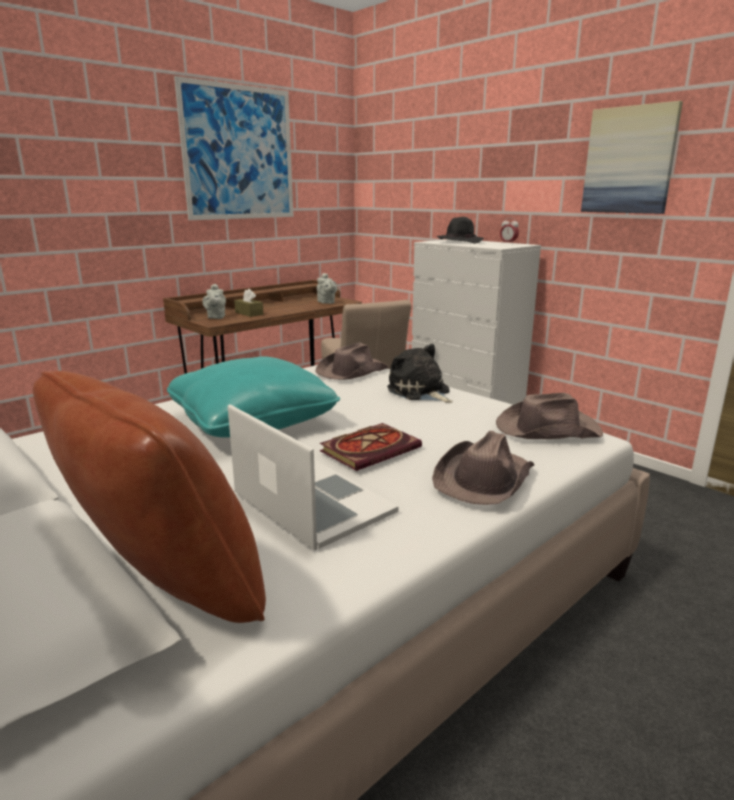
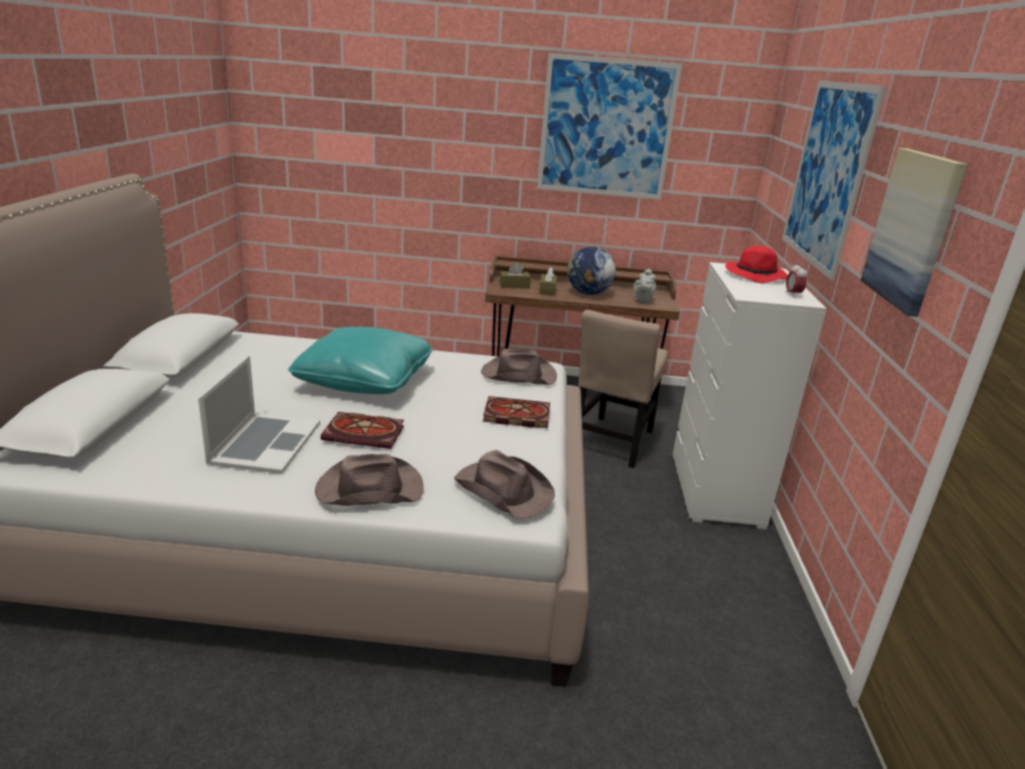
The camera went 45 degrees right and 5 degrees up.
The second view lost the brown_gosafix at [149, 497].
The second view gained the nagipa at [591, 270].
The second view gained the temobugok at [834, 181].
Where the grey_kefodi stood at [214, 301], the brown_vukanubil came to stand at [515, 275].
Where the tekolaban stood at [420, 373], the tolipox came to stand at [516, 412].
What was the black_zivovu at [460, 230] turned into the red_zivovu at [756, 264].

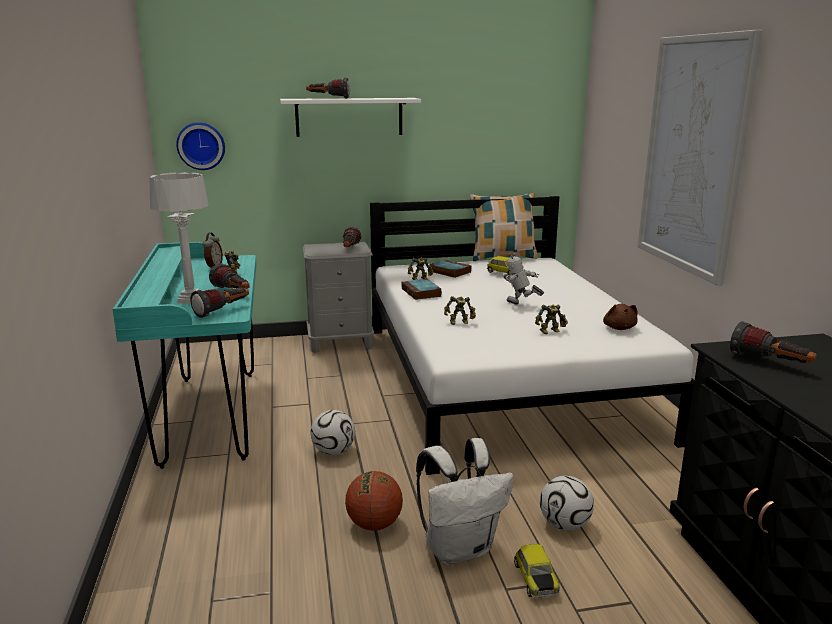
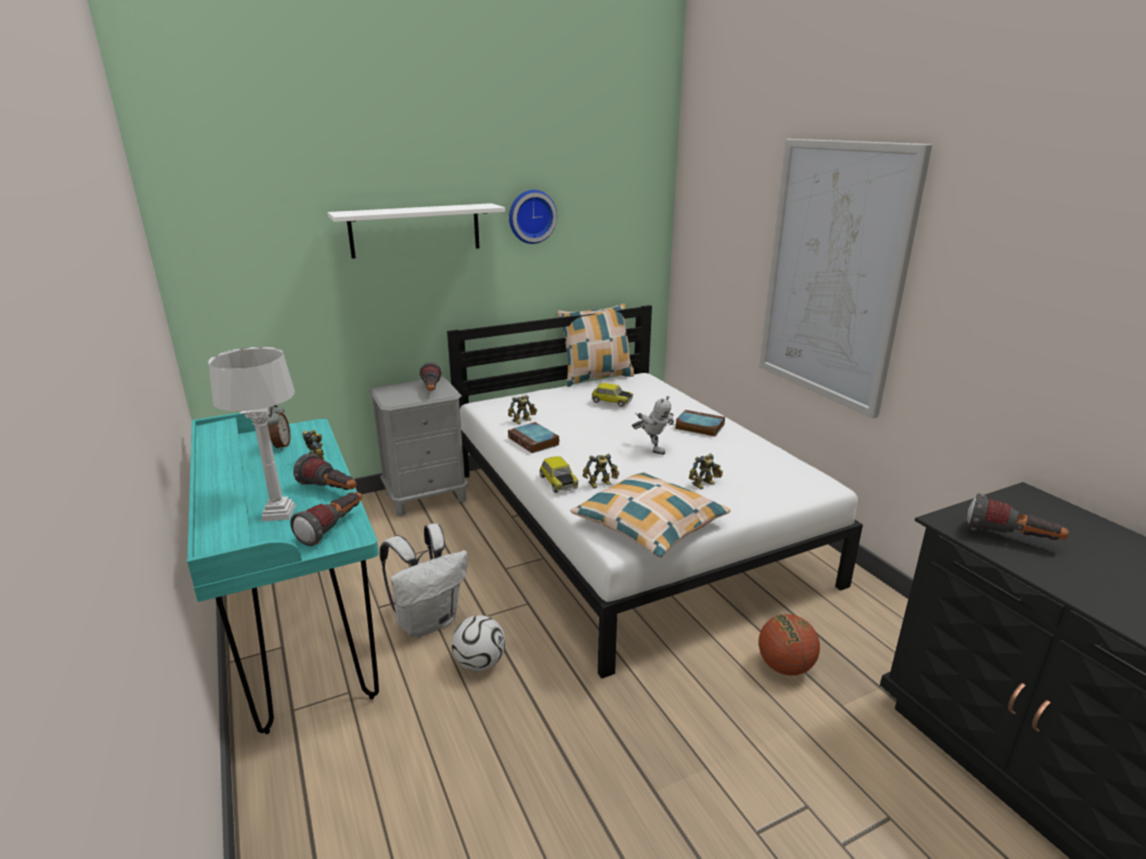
The camera went 15 degrees left and 5 degrees up.
The second view lost the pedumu at [328, 88].
The second view lost the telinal at [567, 503].
The second view lost the brown_tekolaban at [620, 317].
The second view gained the gosafix at [650, 515].
The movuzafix ended up elsewhere, having gone from [200, 146] to [533, 217].
The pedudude ended up elsewhere, having gone from [374, 501] to [789, 645].
The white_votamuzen ended up elsewhere, having gone from [465, 501] to [424, 580].
The tolipox ended up elsewhere, having gone from [450, 269] to [700, 423].
The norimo ended up elsewhere, having gone from [537, 571] to [558, 474].
The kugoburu at [523, 279] ended up facing another way, 150 degrees counterclockwise from before.

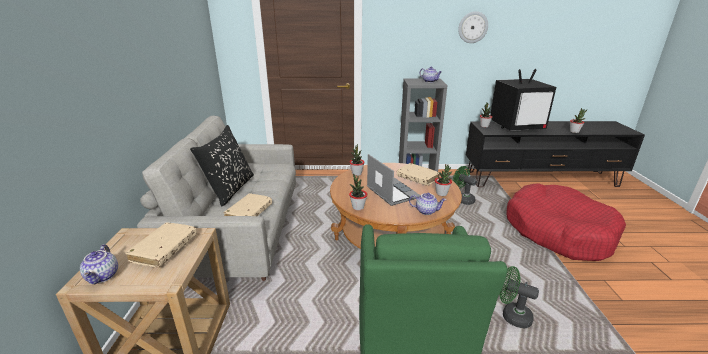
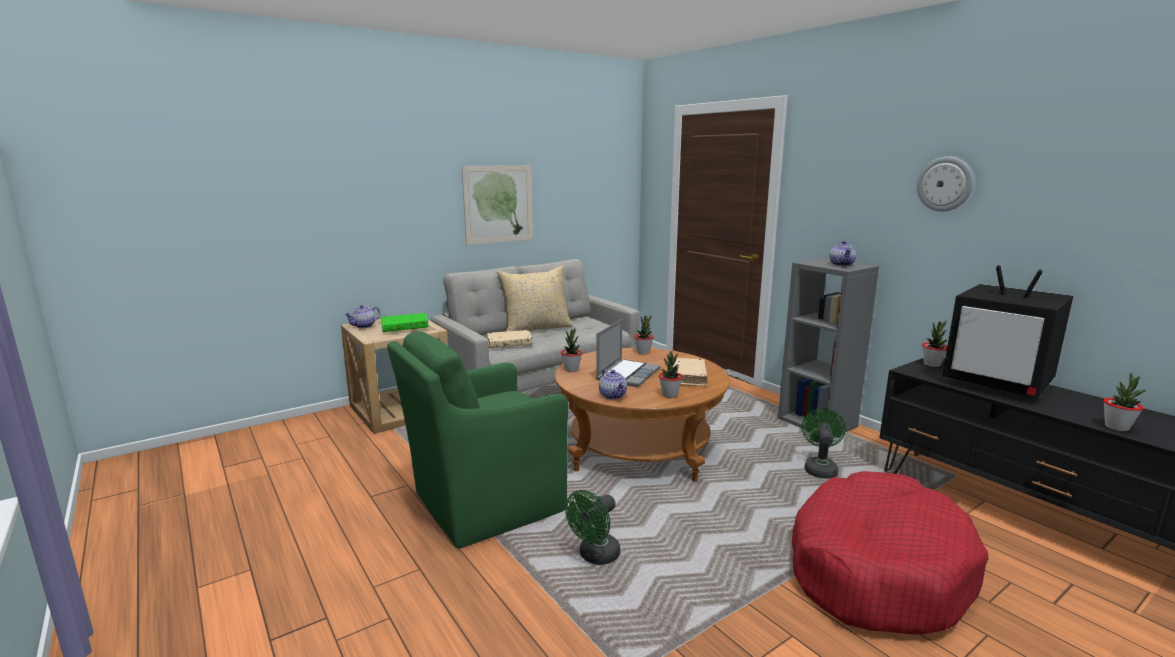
The camera went 55 degrees right and 10 degrees down.
The second view gained the temobugok at [497, 205].
What was the beige_tolipox at [161, 244] turned into the green_tolipox at [405, 322].
What was the black_gosafix at [222, 165] turned into the beige_gosafix at [535, 298].
The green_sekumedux at [519, 297] ended up facing another way, 135 degrees counterclockwise from before.

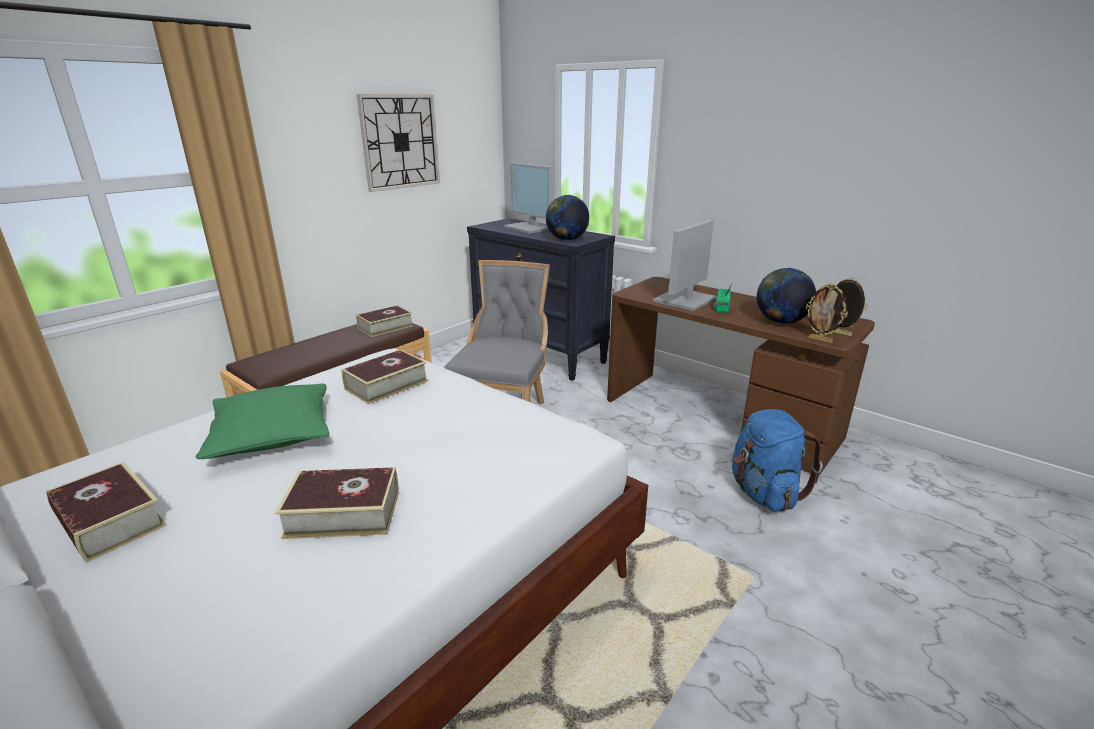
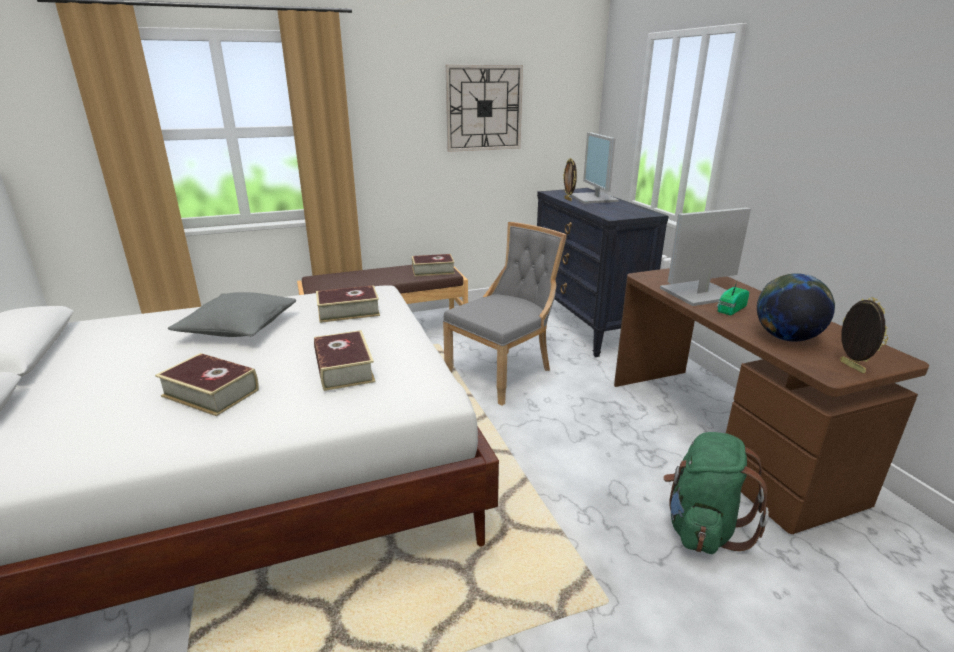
The camera went 30 degrees right and 0 degrees up.
The second view lost the nagipa at [567, 218].
The tolipox ended up elsewhere, having gone from [106, 512] to [345, 360].
The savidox ended up elsewhere, having gone from [827, 313] to [570, 179].
What was the green_gosafix at [262, 421] turned into the grey_gosafix at [232, 314].
What was the blue_votamuzen at [777, 460] turned into the green_votamuzen at [716, 493].

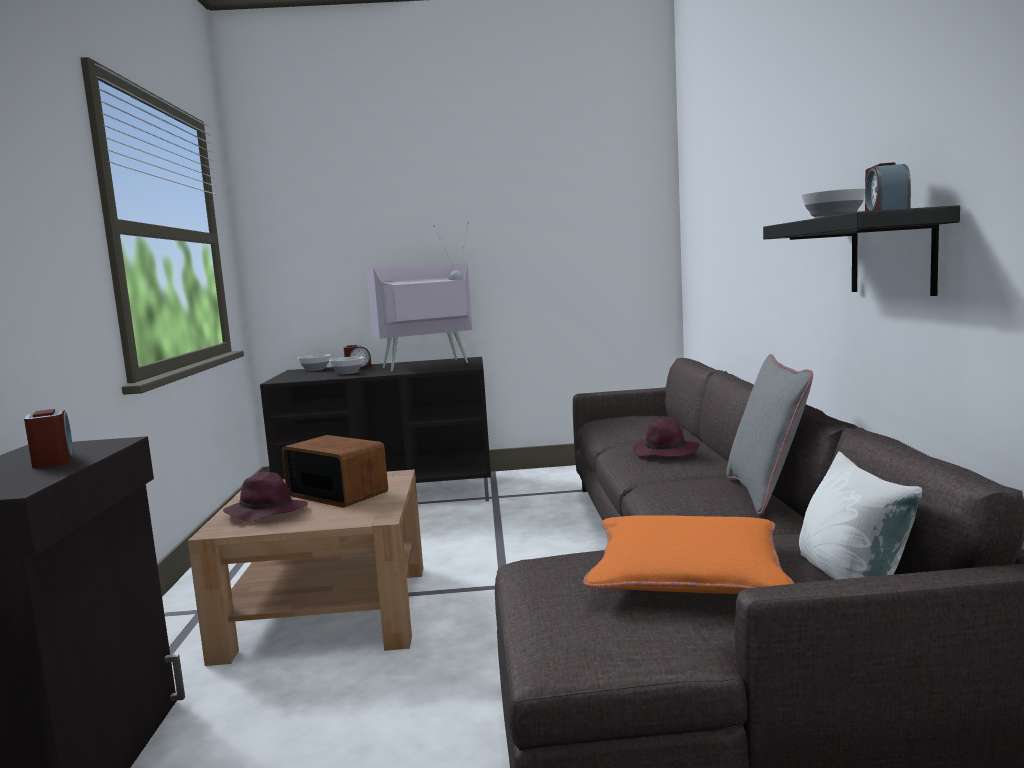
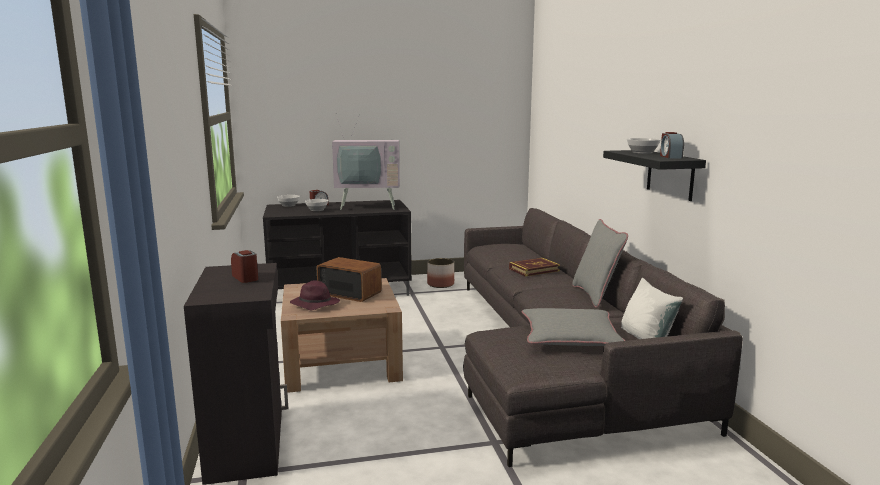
The camera went 10 degrees left and 5 degrees up.
The second view gained the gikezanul at [440, 273].
Where the purple_zivovu stood at [666, 437], the tolipox came to stand at [534, 267].
What was the orange_gosafix at [689, 554] turned into the grey_gosafix at [573, 327].
The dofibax at [419, 296] ended up facing another way, 150 degrees counterclockwise from before.

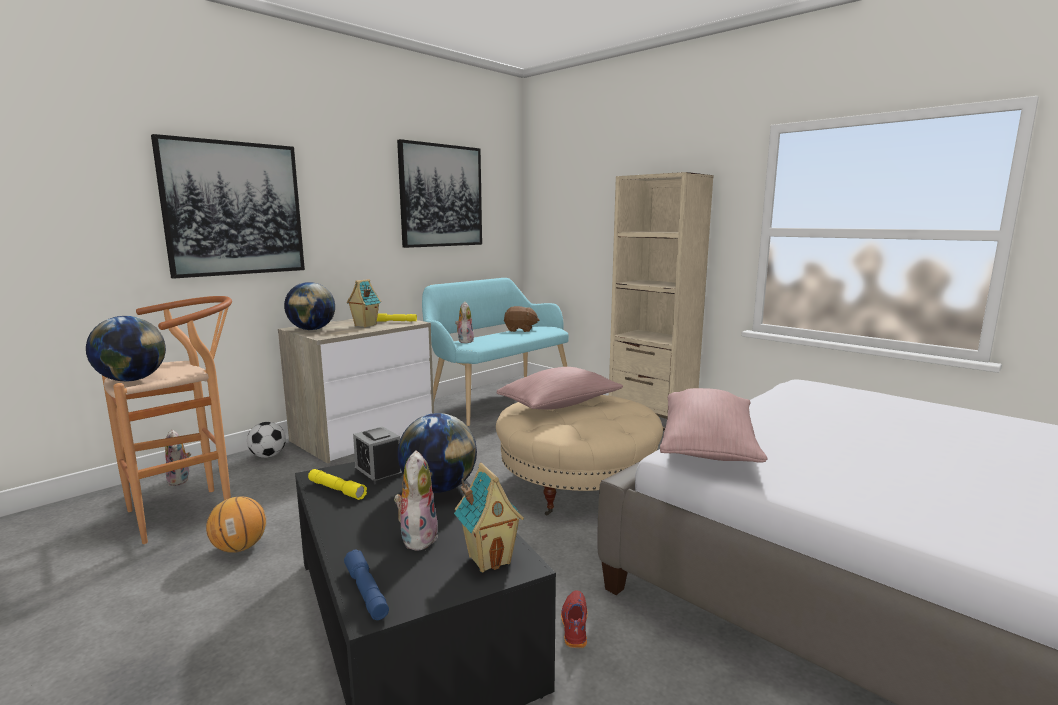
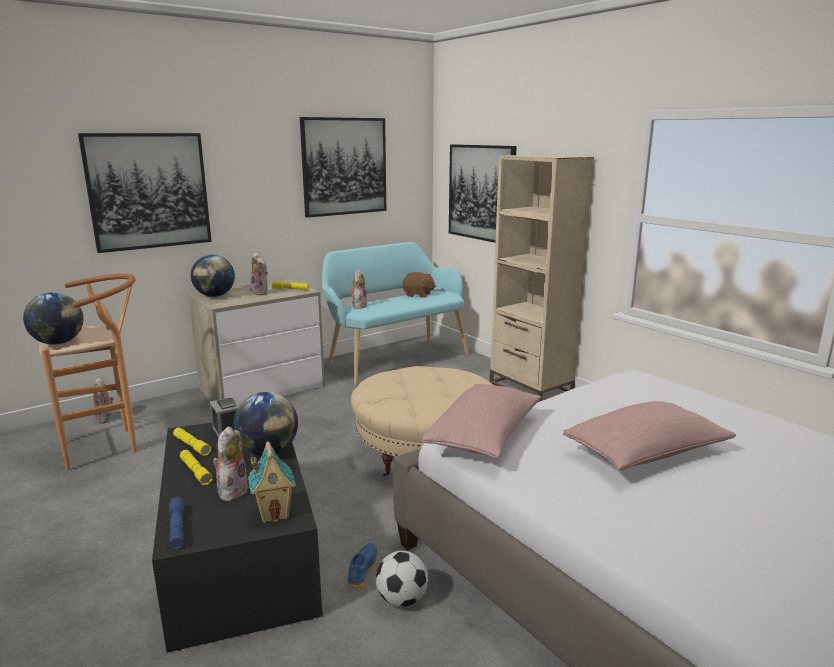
The camera went 10 degrees right and 5 degrees up.
The second view lost the pedudude at [236, 524].
The second view gained the yellow_pedumu at [196, 468].
The second view gained the temobugok at [483, 193].
The telinal ended up elsewhere, having gone from [266, 440] to [402, 579].
The pink_gosafix ended up elsewhere, having gone from [560, 388] to [649, 436].
Where the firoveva stood at [364, 303], the tekolaban came to stand at [259, 273].
What was the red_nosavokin at [574, 619] turned into the blue_nosavokin at [362, 565].

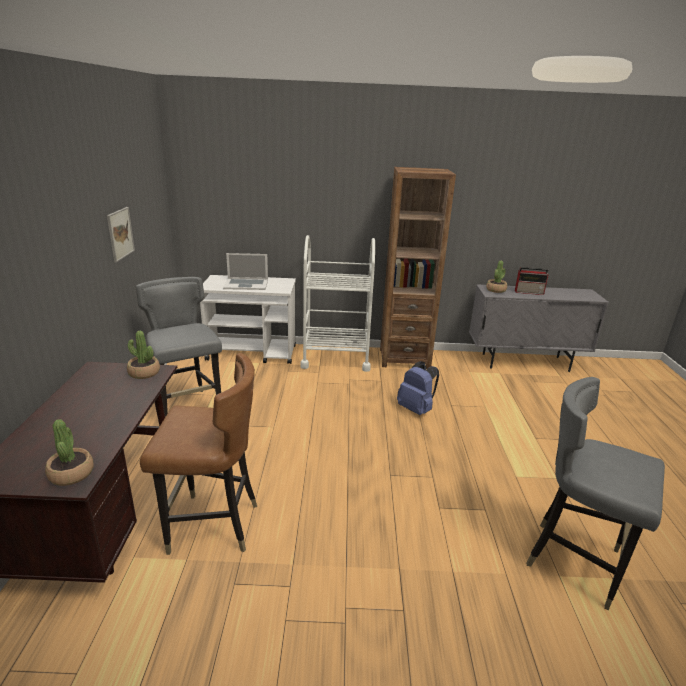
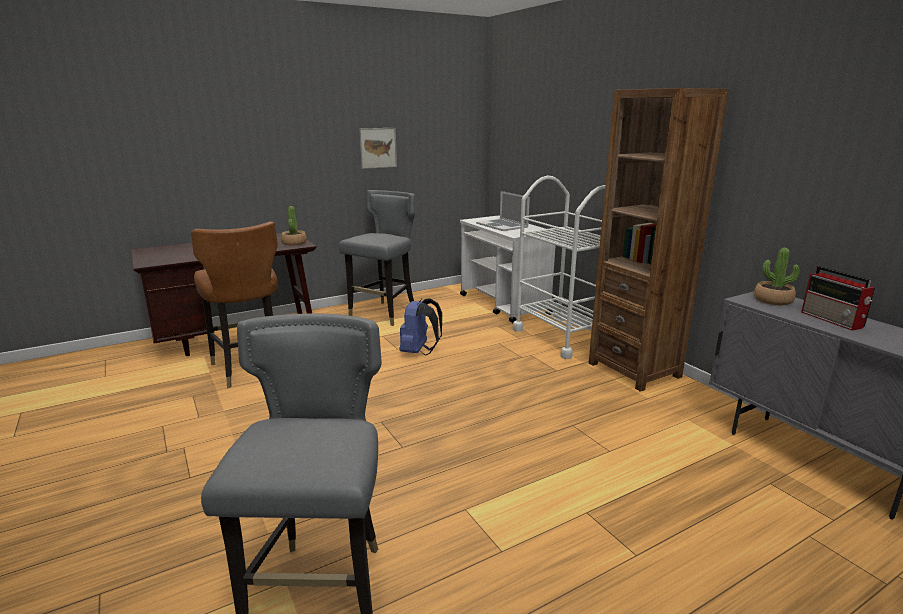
The camera went 60 degrees right and 5 degrees down.
The second view lost the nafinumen at [69, 452].
The blue_votamuzen ended up elsewhere, having gone from [418, 388] to [421, 327].

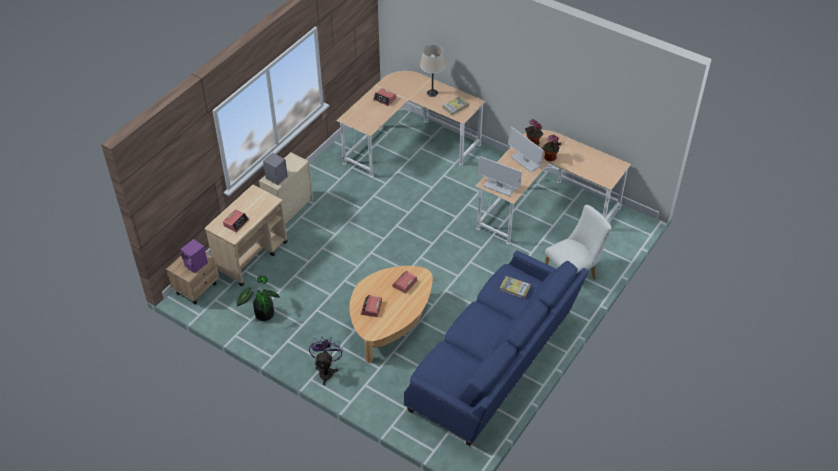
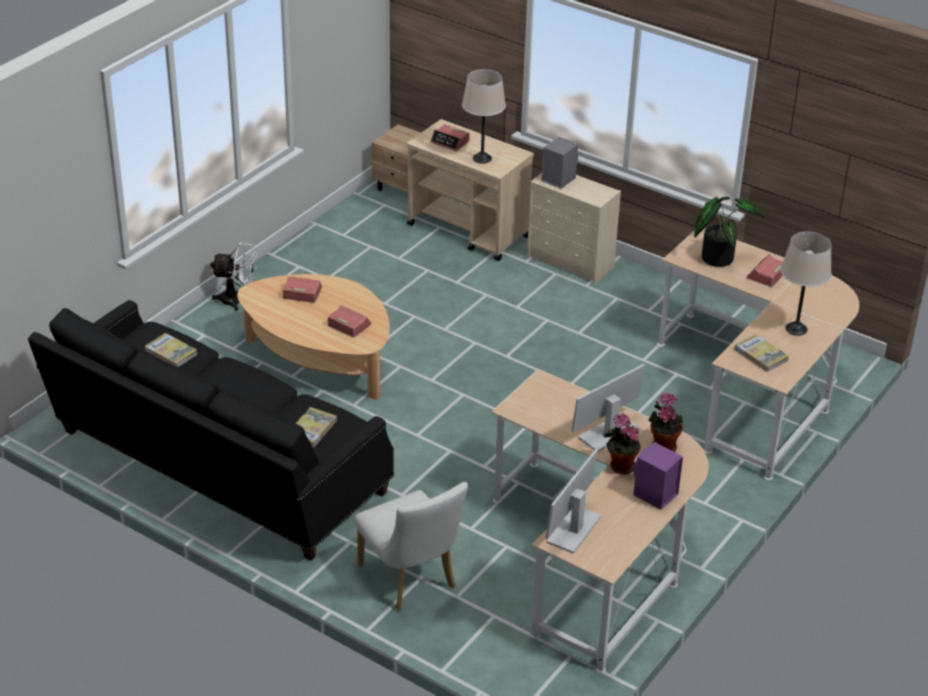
The camera went 90 degrees right and 10 degrees down.
The second view gained the tolipox at [171, 350].
The second view gained the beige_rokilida at [484, 116].
The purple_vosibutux ended up elsewhere, having gone from [194, 256] to [658, 476].
The nafinumen ended up elsewhere, having gone from [258, 298] to [729, 232].
The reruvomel ended up elsewhere, having gone from [500, 176] to [573, 501].
What was the purple_sekumedux at [326, 360] turned into the white_sekumedux at [233, 276].
What was the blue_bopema at [496, 348] turned into the black_bopema at [211, 430].

